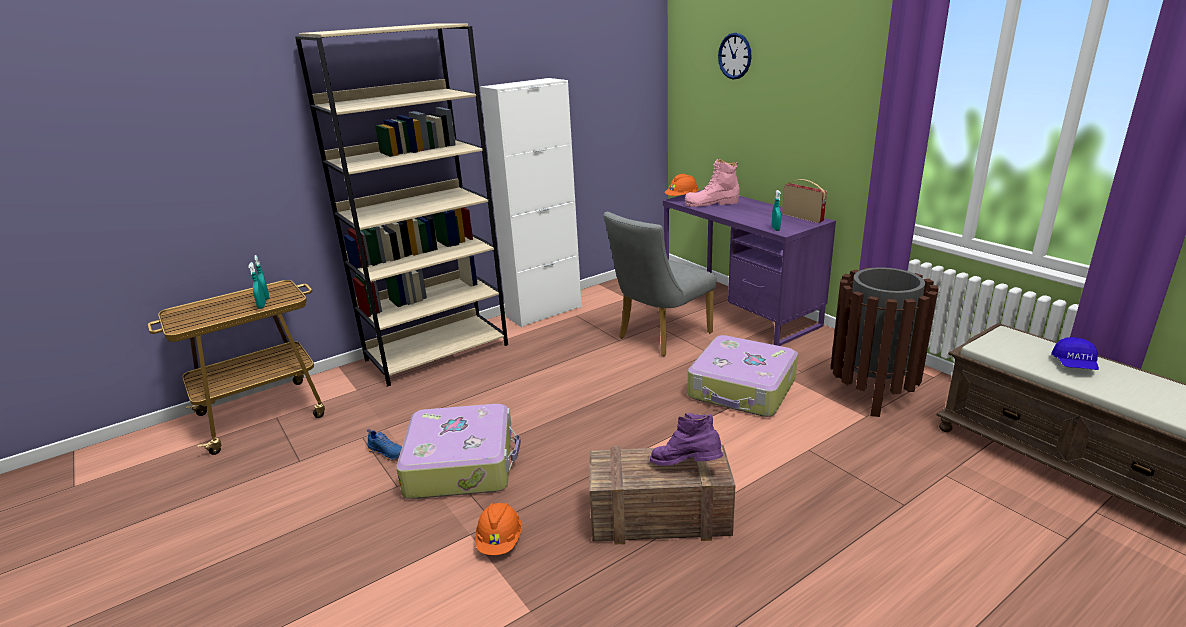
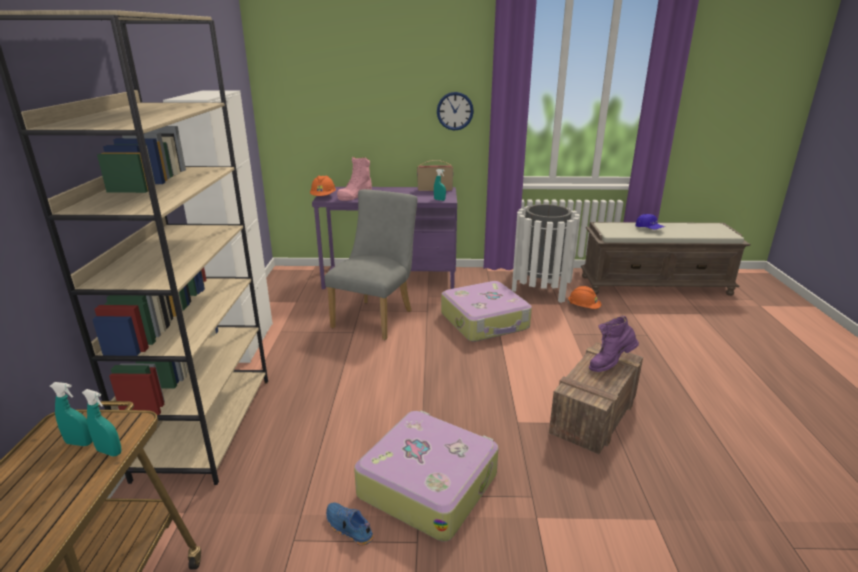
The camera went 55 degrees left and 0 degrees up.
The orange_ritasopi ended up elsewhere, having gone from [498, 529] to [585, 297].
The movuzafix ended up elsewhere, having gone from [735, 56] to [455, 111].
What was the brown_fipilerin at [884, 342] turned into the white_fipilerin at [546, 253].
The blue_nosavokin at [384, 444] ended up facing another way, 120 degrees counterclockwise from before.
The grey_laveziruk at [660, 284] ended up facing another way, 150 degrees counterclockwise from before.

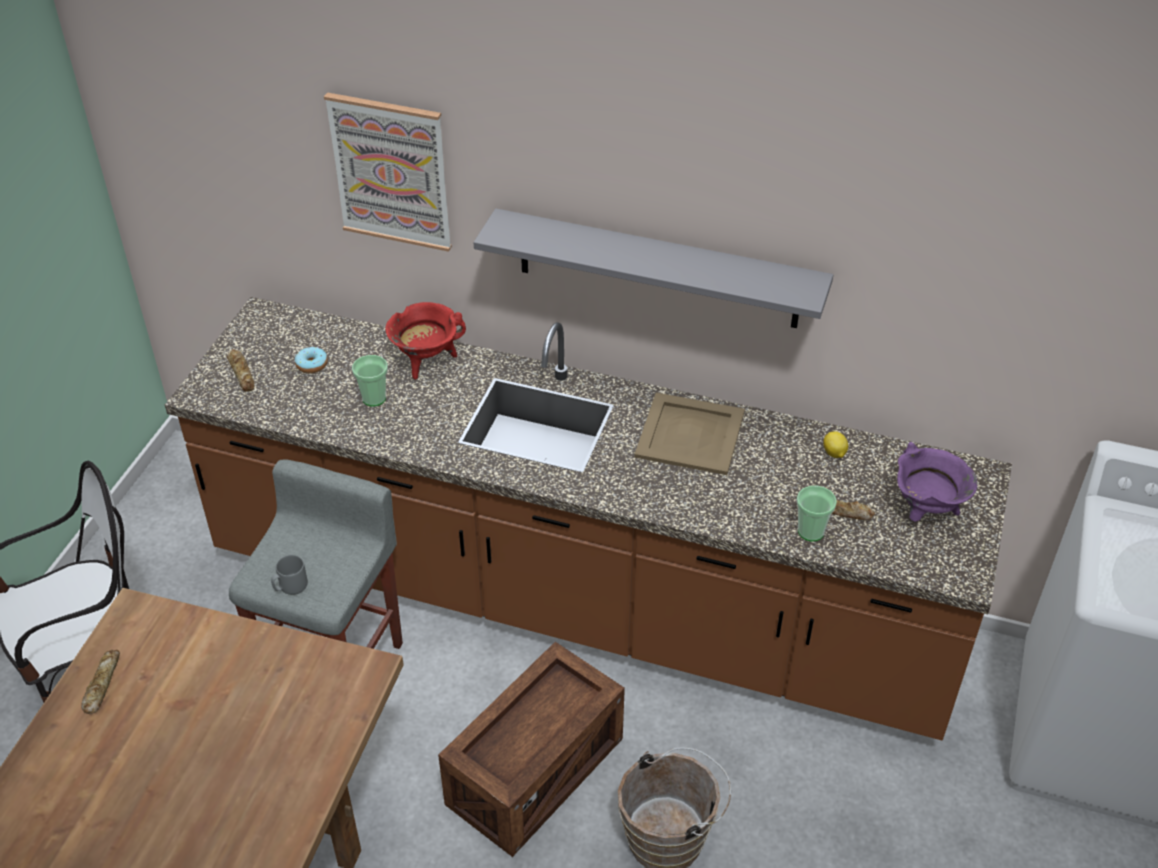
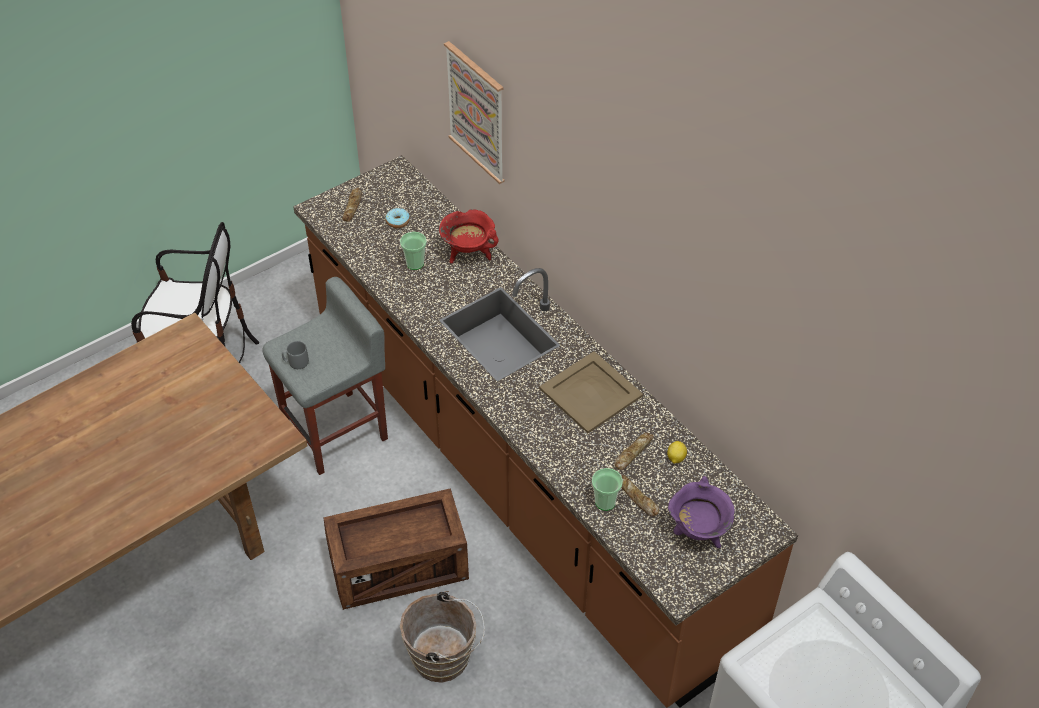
The camera went 35 degrees right and 5 degrees up.
The second view lost the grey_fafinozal at [653, 268].
The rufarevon ended up elsewhere, having gone from [100, 682] to [634, 451].

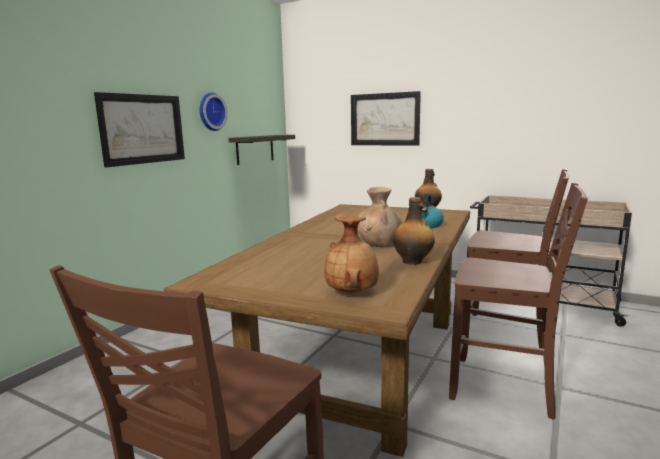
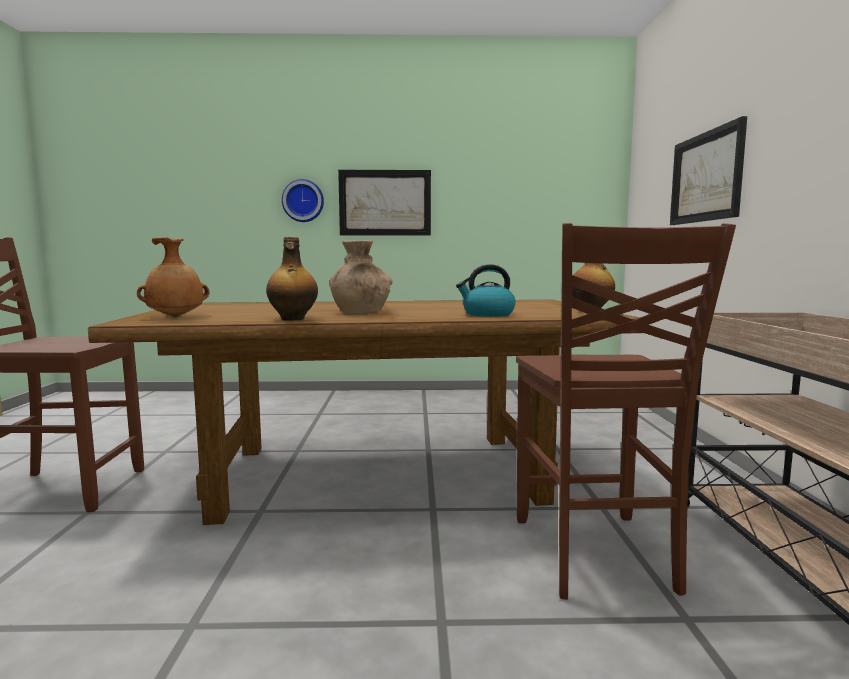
The camera went 60 degrees right and 5 degrees down.
The second view lost the fafinozal at [262, 150].
The second view lost the brown_laveziruk at [518, 301].
The movuzafix ended up elsewhere, having gone from [214, 112] to [303, 200].

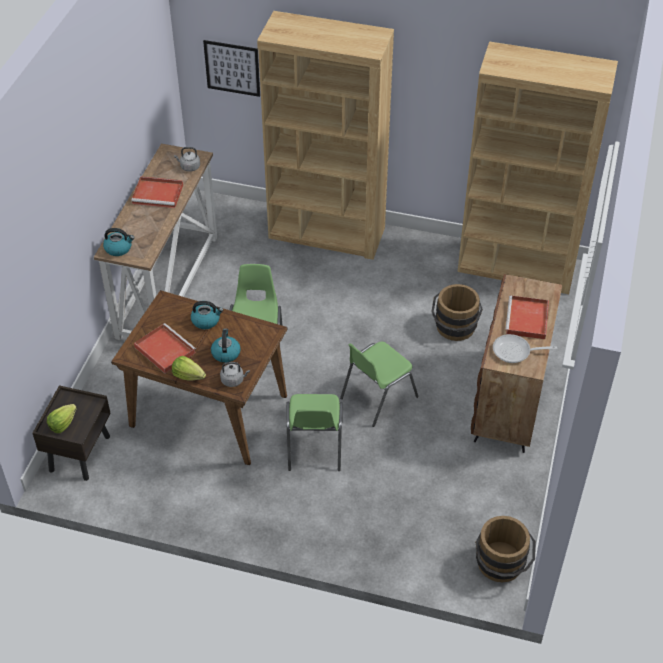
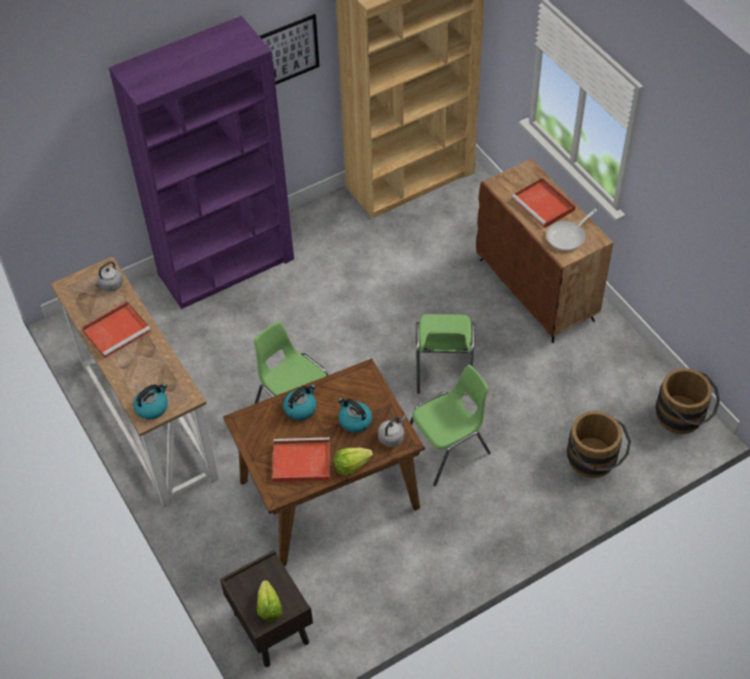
The camera went 45 degrees left and 5 degrees up.
The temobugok ended up elsewhere, having gone from [231, 68] to [289, 49].
The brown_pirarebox ended up elsewhere, having gone from [457, 312] to [599, 444].
What was the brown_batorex at [325, 135] turned into the purple_batorex at [201, 162].
The green_laveziruk at [314, 432] ended up facing another way, 75 degrees counterclockwise from before.

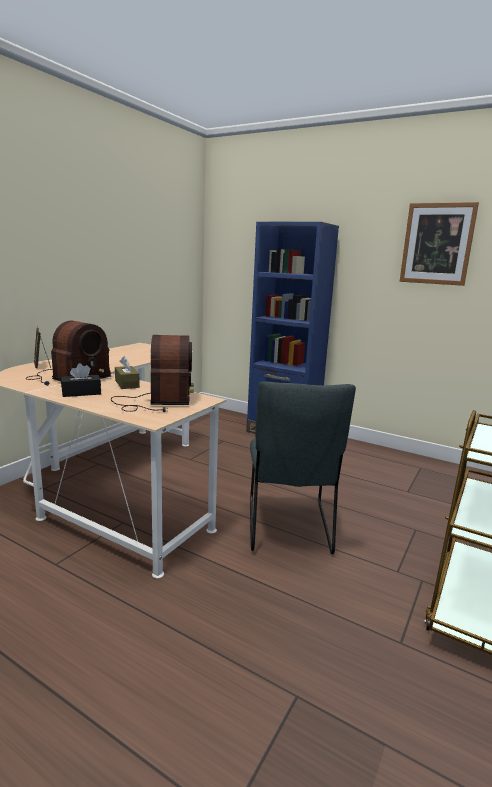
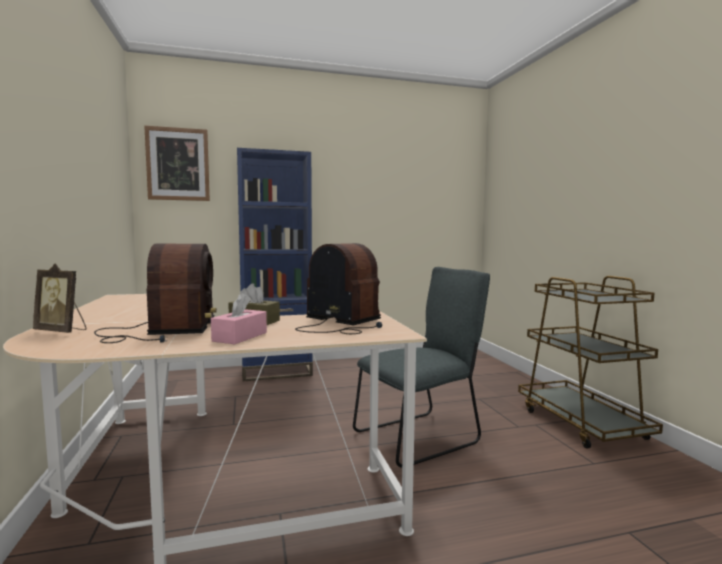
The camera went 45 degrees left and 10 degrees down.
The temobugok ended up elsewhere, having gone from [439, 244] to [177, 163].
What was the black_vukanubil at [81, 380] turned into the pink_vukanubil at [239, 318].
The grey_laveziruk at [303, 467] ended up facing another way, 75 degrees counterclockwise from before.

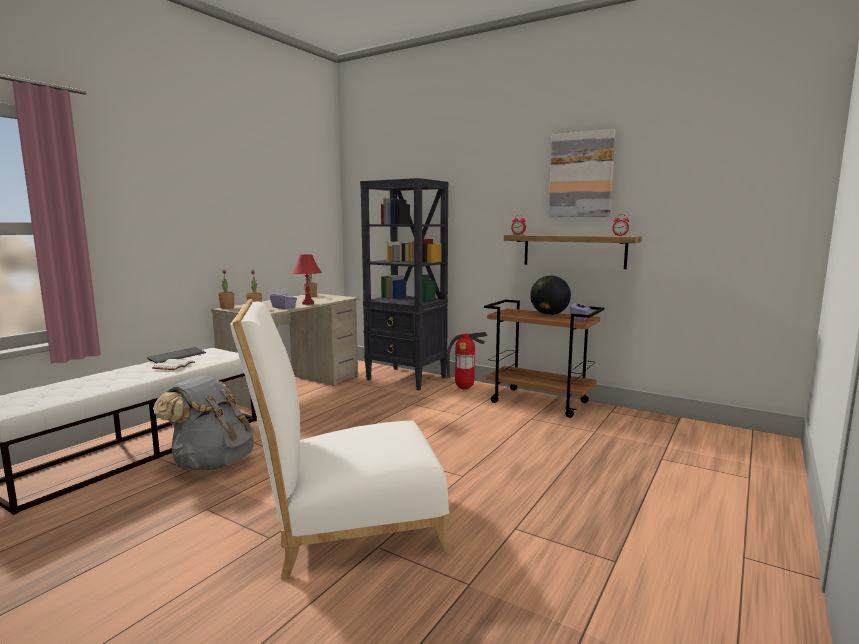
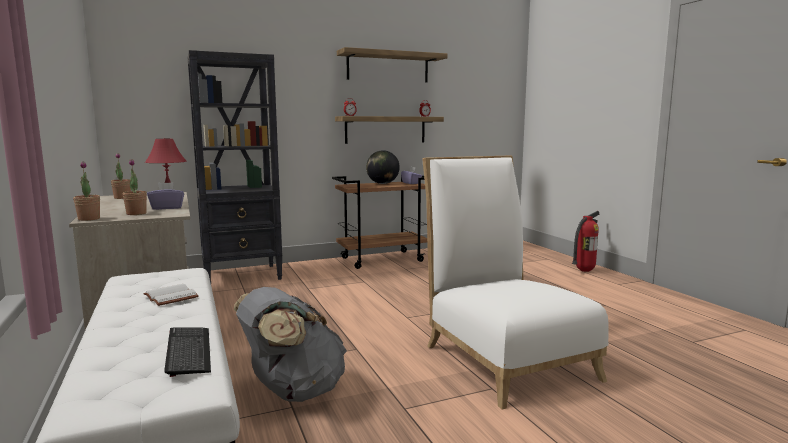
The camera went 55 degrees left and 0 degrees up.
The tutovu ended up elsewhere, having gone from [176, 355] to [187, 352].
The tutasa ended up elsewhere, having gone from [467, 360] to [585, 241].
Where the temobugok hung at [582, 173], the fafinozal came to hang at [392, 64].
The white_laveziruk at [341, 439] ended up facing another way, 135 degrees clockwise from before.

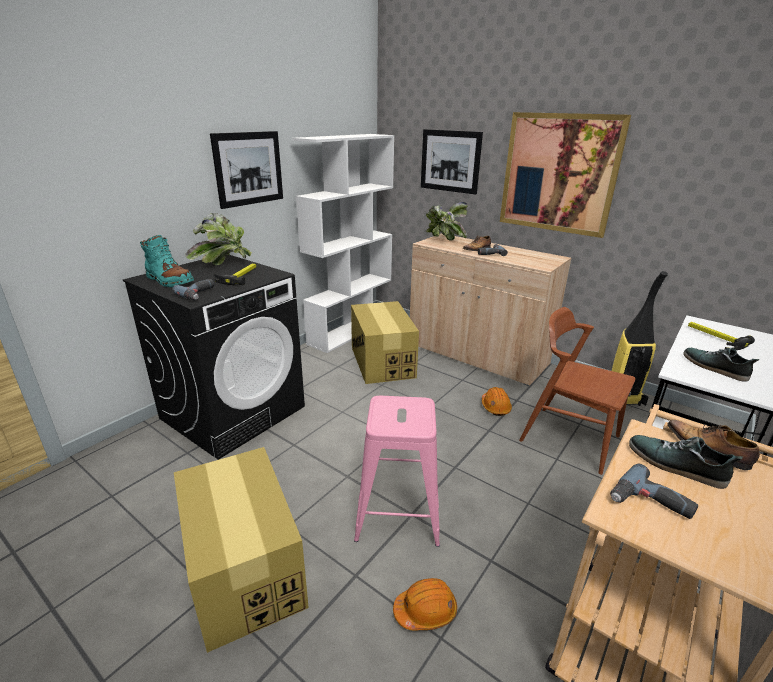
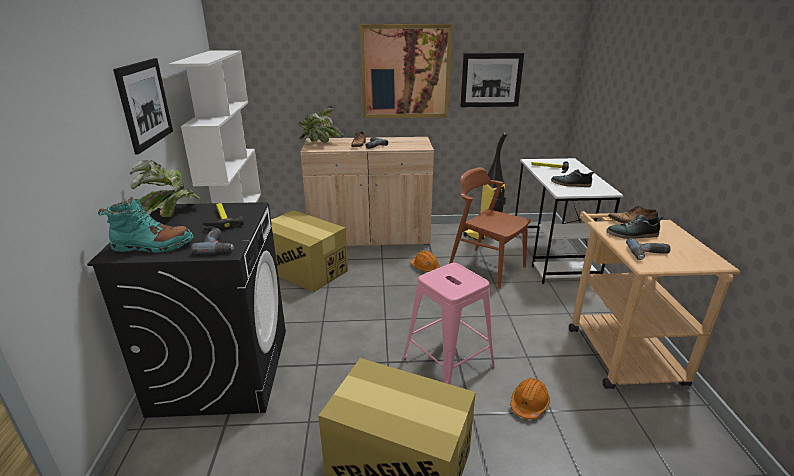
The camera went 40 degrees left and 0 degrees up.
The temobugok ended up elsewhere, having gone from [452, 161] to [492, 80].
The brown_laveziruk at [577, 391] ended up facing another way, 45 degrees clockwise from before.

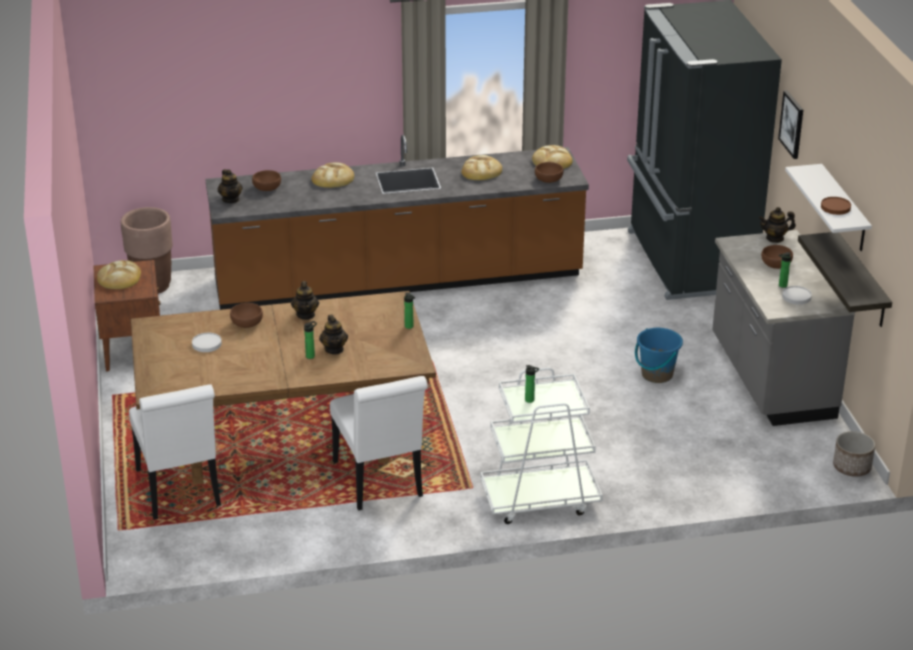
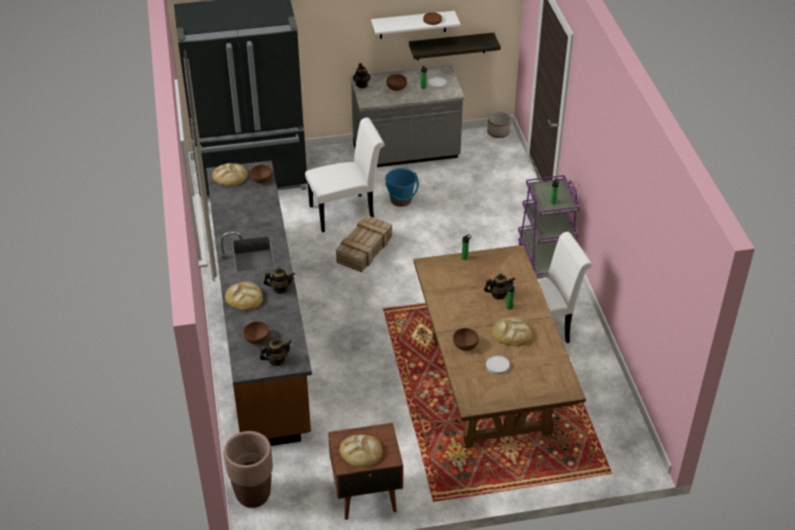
The camera went 90 degrees left and 10 degrees up.
The second view lost the temobugok at [790, 124].
The second view gained the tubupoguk at [364, 243].
The white_laveziruk ended up elsewhere, having gone from [175, 452] to [344, 175].
The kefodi ended up elsewhere, having gone from [305, 300] to [279, 281].
The rufarevon ended up elsewhere, having gone from [481, 167] to [512, 331].
What was the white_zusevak at [541, 446] turned into the purple_zusevak at [549, 226].

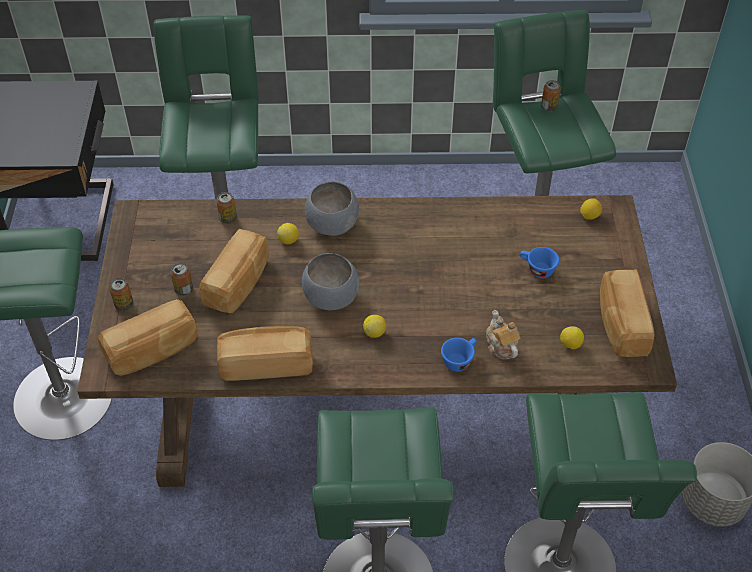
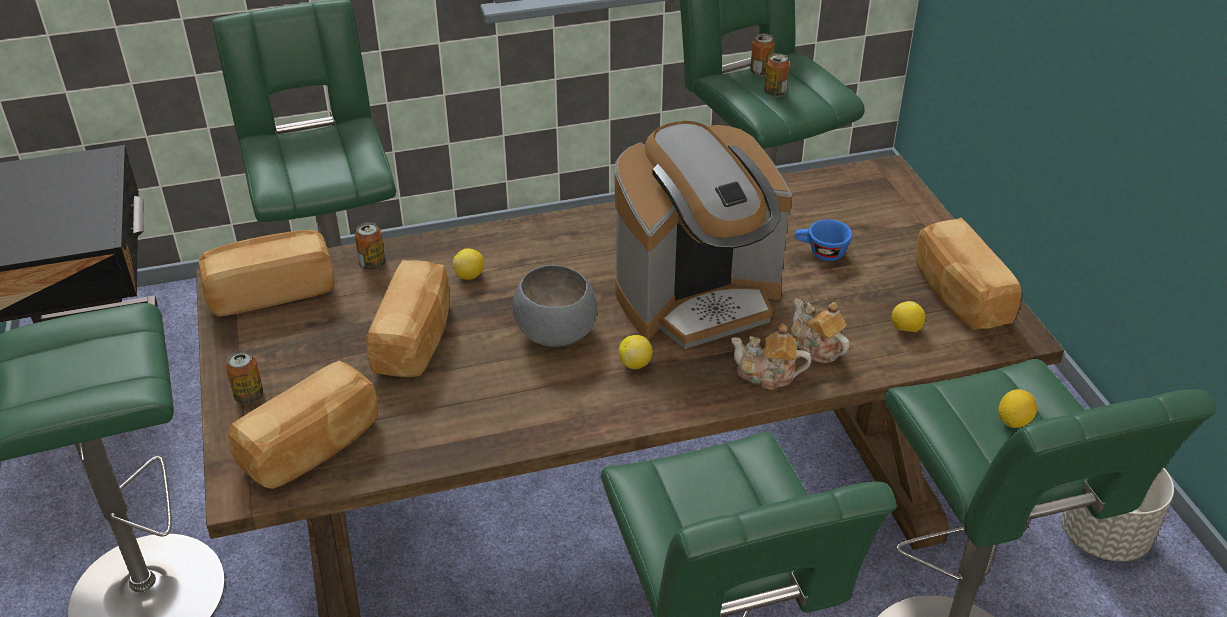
The camera went 15 degrees left and 10 degrees down.
The second view lost the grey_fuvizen at [332, 209].
The second view gained the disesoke at [703, 235].
The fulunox ended up elsewhere, having gone from [182, 279] to [776, 75].
The rufarevon ended up elsewhere, having gone from [265, 353] to [267, 273].
The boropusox ended up elsewhere, having gone from [591, 209] to [1017, 408].
Where the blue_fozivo stood at [459, 355], the kefodi came to stand at [771, 357].

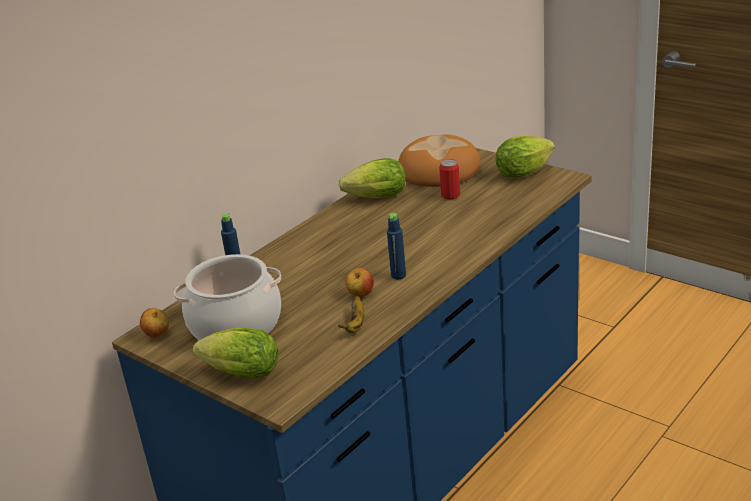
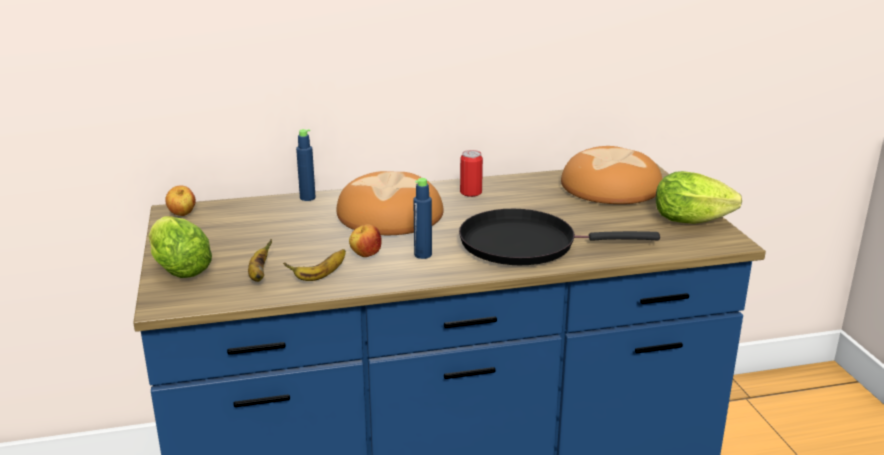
The camera went 35 degrees right and 5 degrees down.
The second view lost the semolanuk at [227, 297].
The second view lost the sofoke at [372, 178].
The second view gained the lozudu at [260, 260].
The second view gained the rufarevon at [390, 203].
The second view gained the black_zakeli at [559, 237].
The fulunox ended up elsewhere, having gone from [449, 179] to [471, 173].

